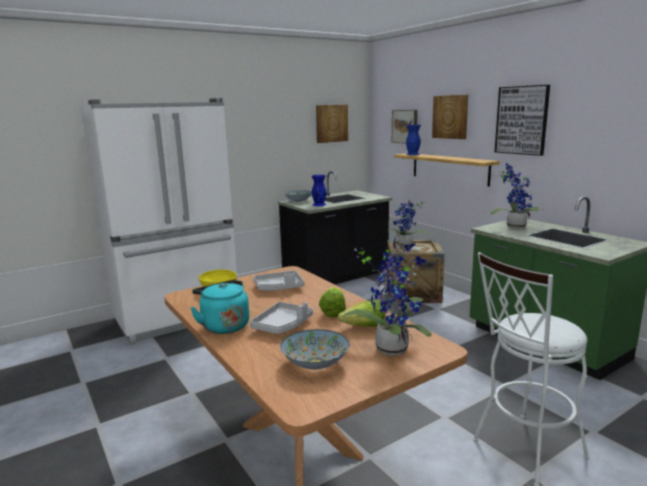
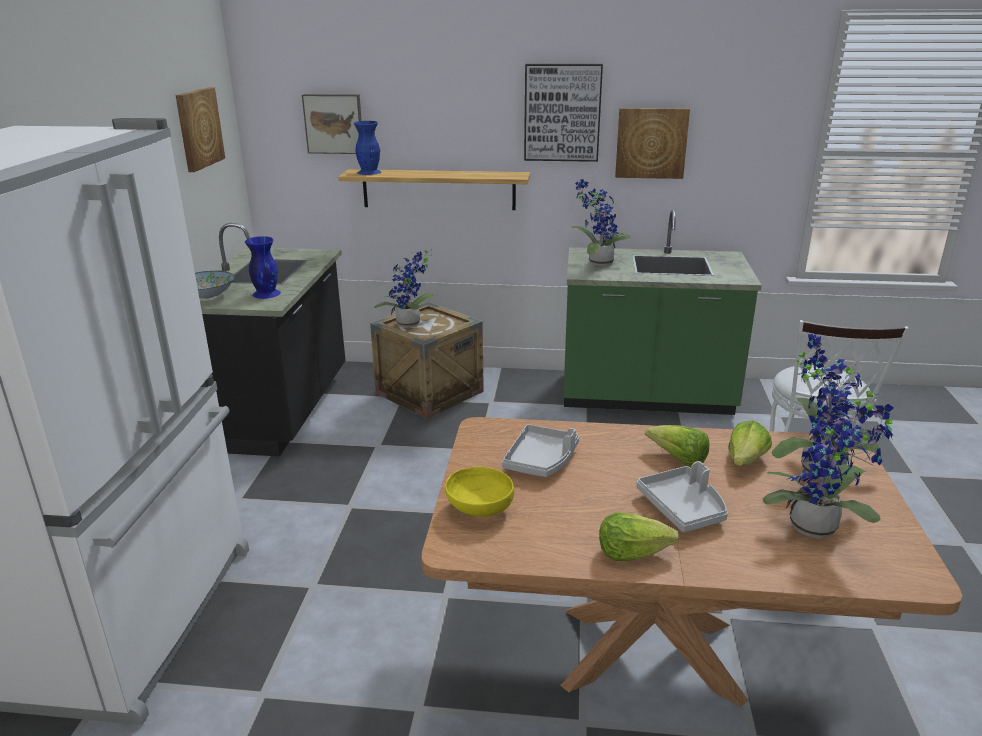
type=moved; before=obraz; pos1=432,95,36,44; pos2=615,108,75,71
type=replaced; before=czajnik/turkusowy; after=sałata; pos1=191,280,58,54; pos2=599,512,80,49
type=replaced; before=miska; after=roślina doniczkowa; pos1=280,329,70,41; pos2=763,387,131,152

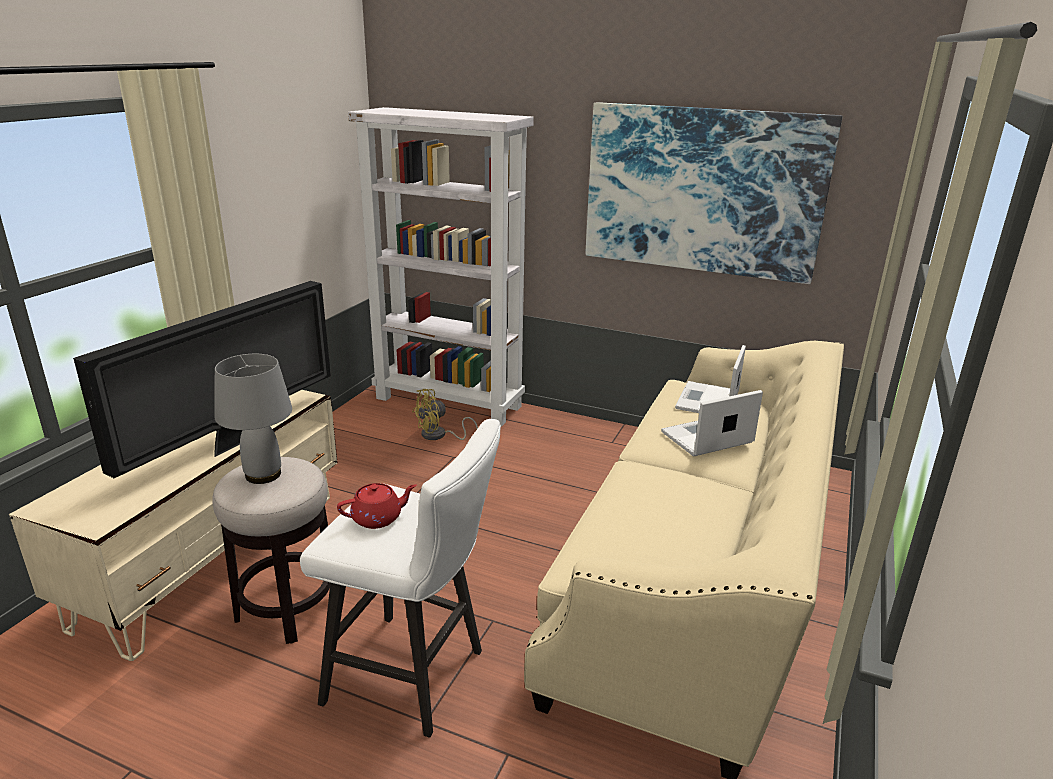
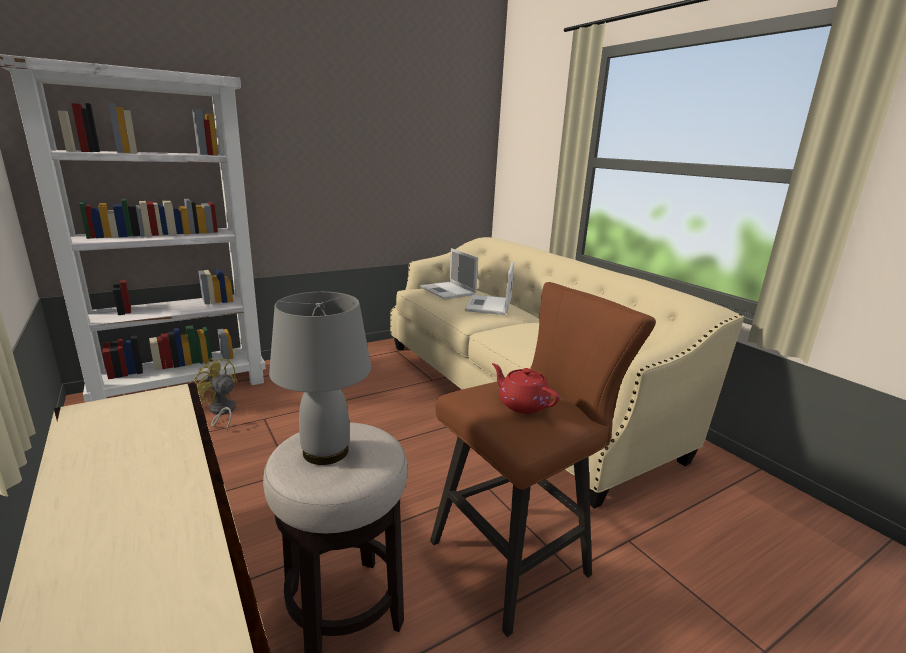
type=removed; before=obraz; pos1=585,102,257,182
type=removed; before=telewizor; pos1=73,281,258,197
type=turned; before=wentylator/żółty; pos1=412,389,66,51; pos2=194,358,44,73; turn=120
type=recoloured; before=stołek/biały; after=stołek/brązowy; pos1=300,419,201,319; pos2=430,282,226,355
type=turned; before=imbryk/czerwony; pos1=337,483,80,46; pos2=492,363,67,51; turn=-60

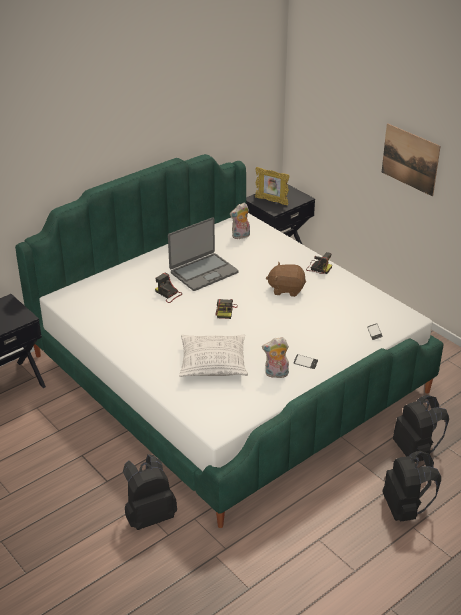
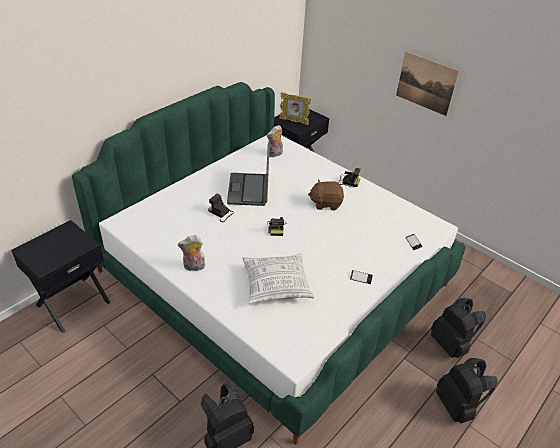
type=turned; before=laptop; pos1=168,217,70,74; pos2=227,144,43,62; turn=135
type=moved; before=pluszak; pos1=262,337,27,41; pos2=178,235,28,36

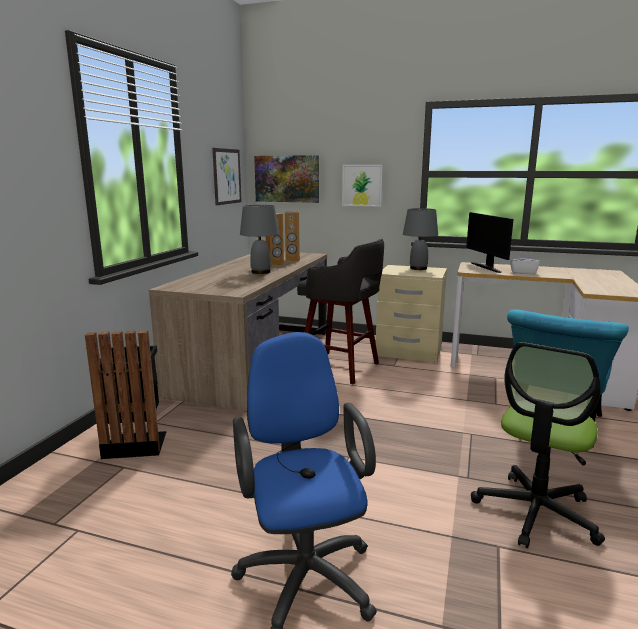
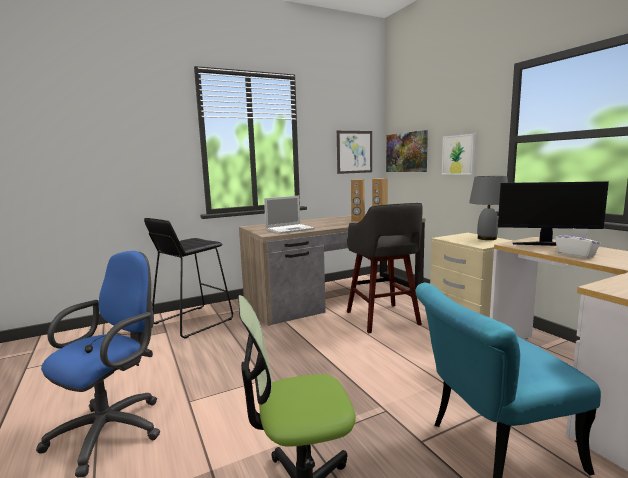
type=removed; before=lampa stołowa/szary; pos1=240,205,39,69
type=turned; before=monitor; pos1=466,212,47,61; pos2=498,181,111,65; turn=-105
type=replaced; before=kosz na śmieci/czarny; after=stołek/czarny; pos1=85,330,82,129; pos2=144,218,89,121
type=added; after=laptop; pos2=264,196,51,38

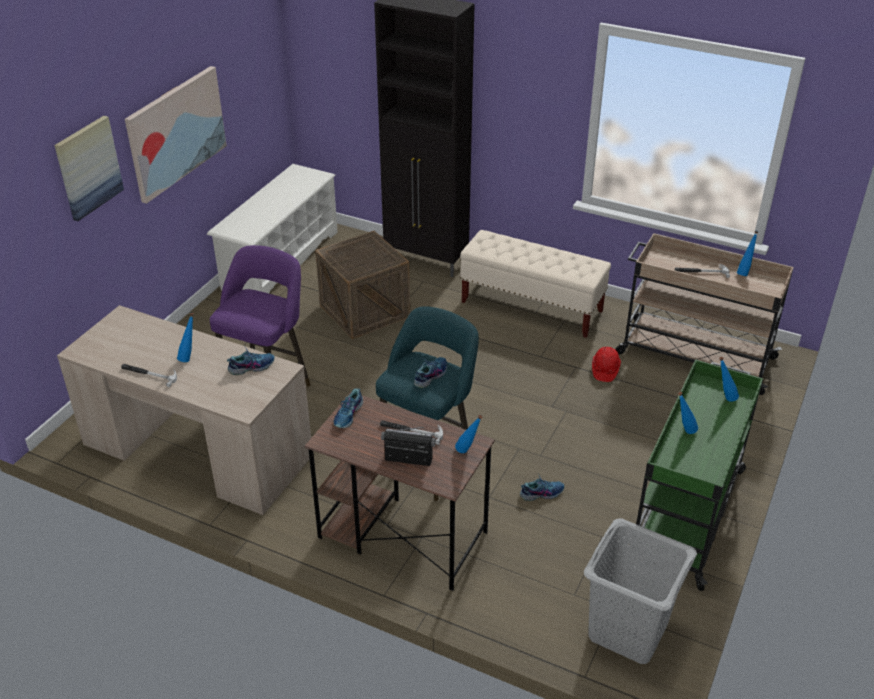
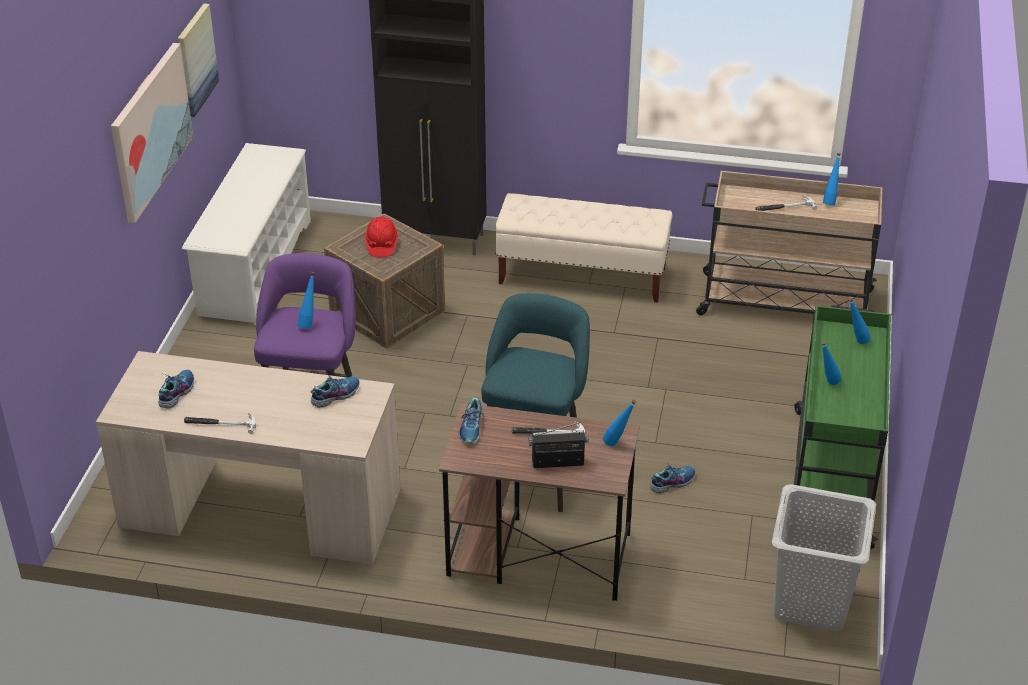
type=moved; before=obraz; pos1=54,116,70,105; pos2=178,4,41,113
type=moved; before=butelka/niebieski; pos1=177,313,17,49; pos2=298,272,17,57
type=moved; before=kask/czerwony; pos1=592,347,29,35; pos2=365,217,33,40
type=moved; before=but; pos1=414,357,33,32; pos2=159,370,35,39

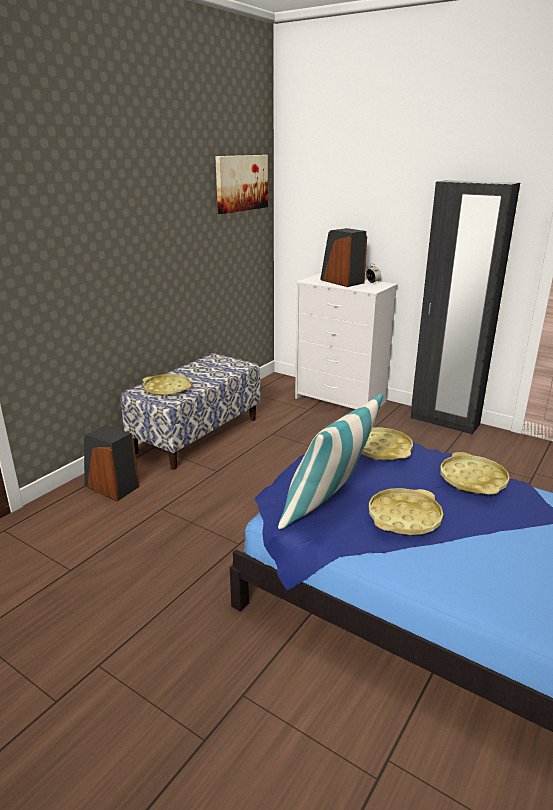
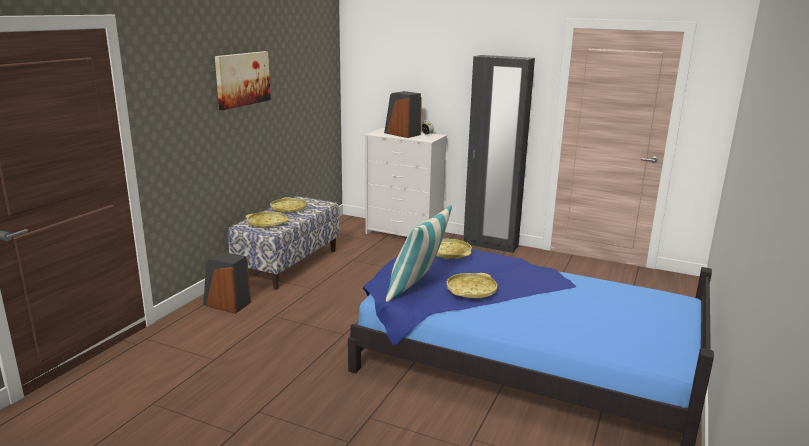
type=moved; before=obraz; pos1=215,155,53,59; pos2=215,51,56,59
type=moved; before=taca/żółty; pos1=440,452,70,42; pos2=270,197,37,16

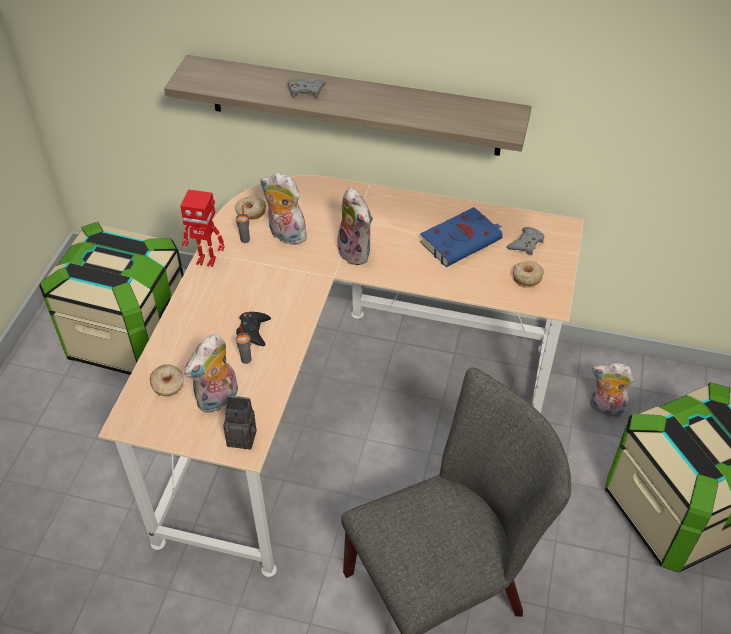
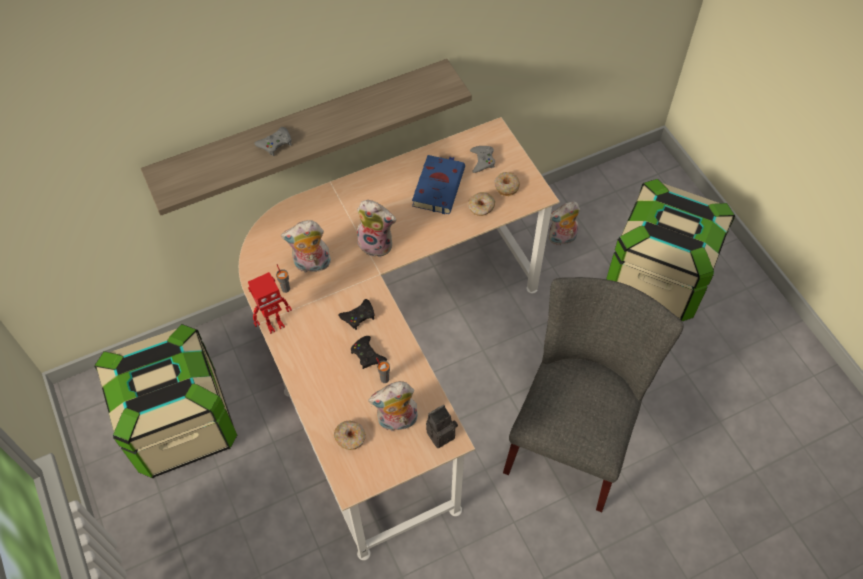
type=moved; before=donut; pos1=235,196,31,24; pos2=468,192,27,24
type=turned; before=pluszak; pos1=185,334,53,79; pos2=368,381,50,51; turn=75
type=added; after=pad do gier/czarny; pos2=338,299,37,31

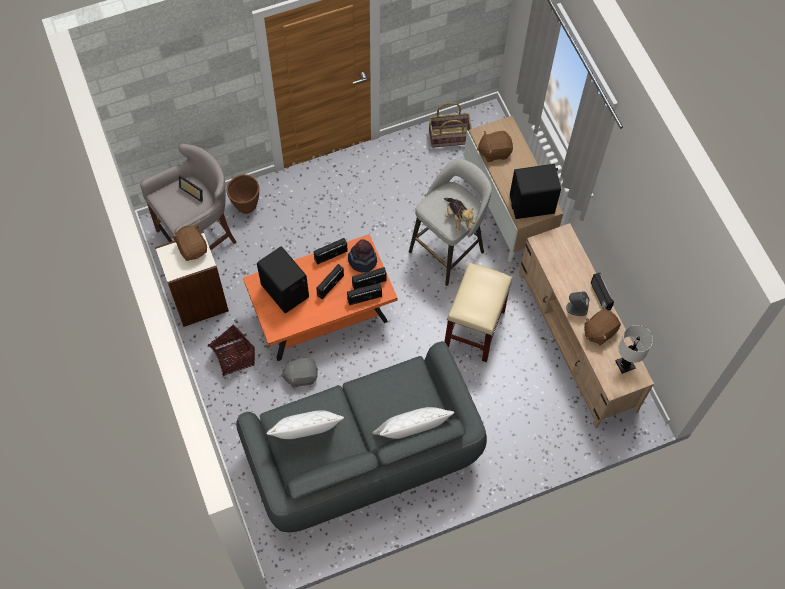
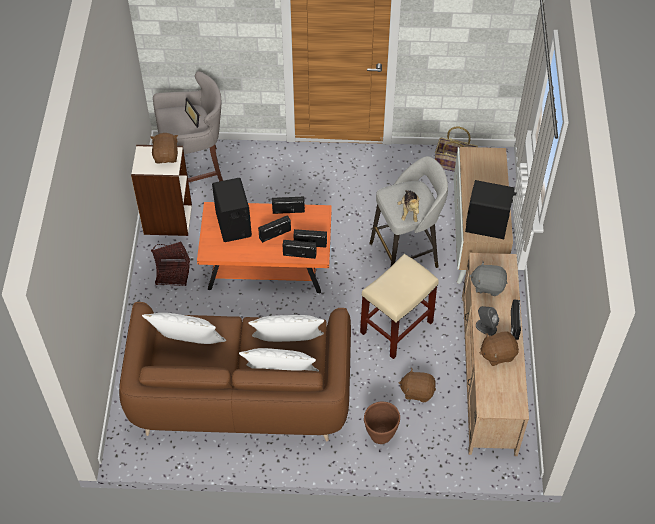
type=moved; before=pluszak/brązowy; pos1=477,131,36,31; pos2=399,368,37,34
type=moved; before=donica/brązowy; pos1=227,174,32,40; pos2=364,402,36,42
type=removed; before=kapelusz; pos1=348,239,29,34
type=removed; before=lampa stołowa/biały; pos1=615,325,38,49
type=recoloured; before=kanapa/szary; after=kanapa/brązowy; pos1=236,341,251,193; pos2=119,302,232,139
type=moved; before=pluszak/szary; pos1=281,358,37,30; pos2=469,261,38,35
type=added; after=poduszka/biały; pos2=248,315,76,27

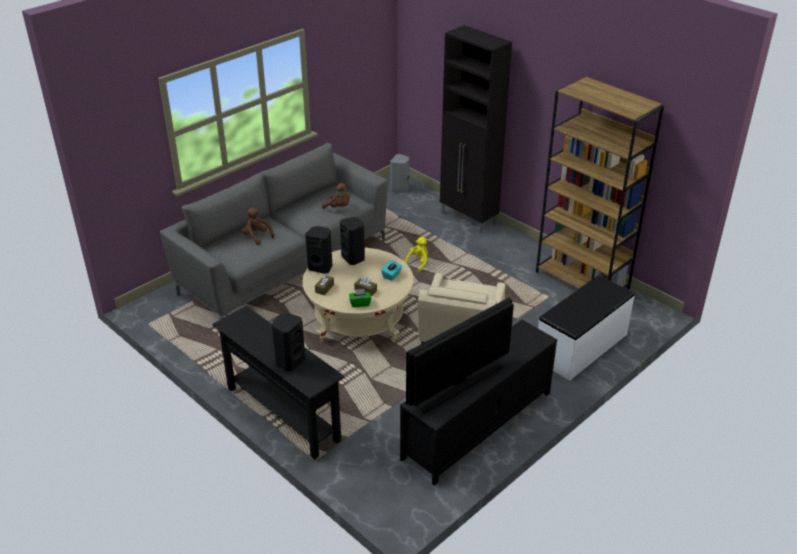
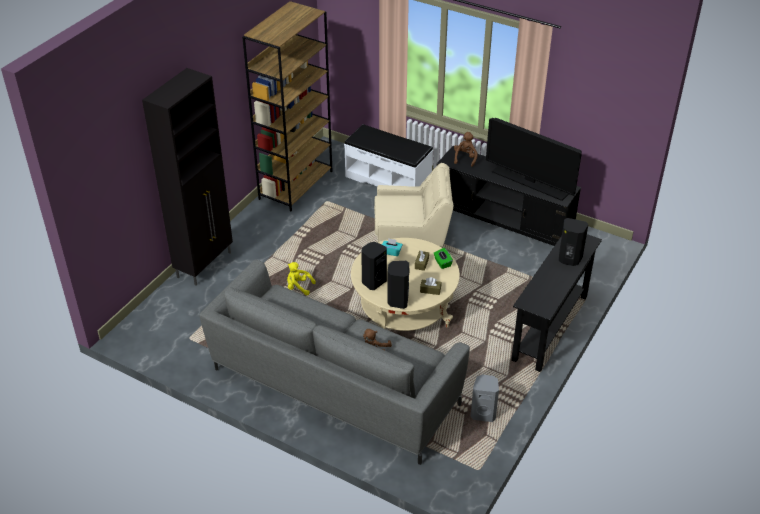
type=moved; before=głośnik/szary; pos1=390,154,19,39; pos2=471,375,28,47
type=moved; before=pluszak/brązowy; pos1=322,183,28,26; pos2=454,132,24,35

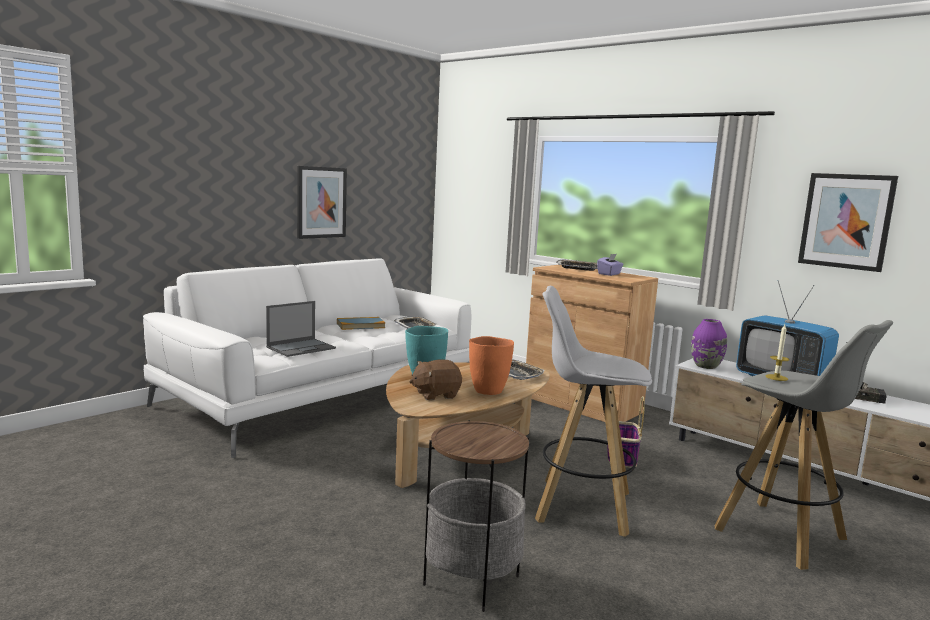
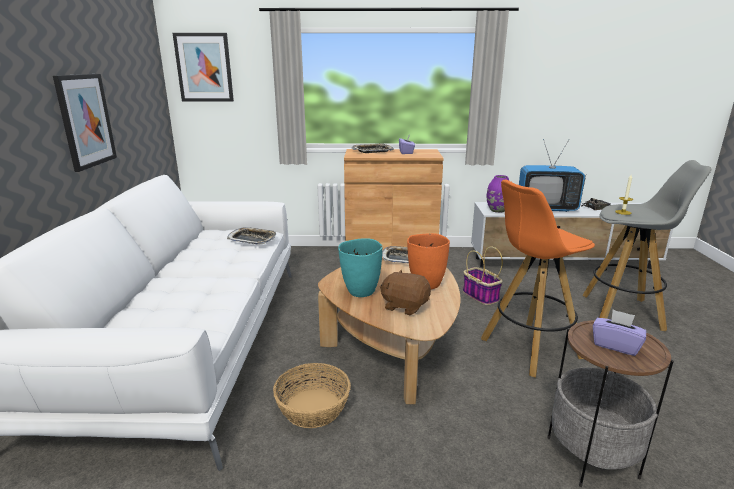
type=moved; before=obraz; pos1=798,173,100,99; pos2=173,33,61,69
type=recoloured; before=stołek/biały; after=stołek/pomarańczowy; pos1=535,286,117,251; pos2=481,180,114,198
type=removed; before=laptop; pos1=266,301,70,56
type=removed; before=książka; pos1=337,317,48,13
type=turned; before=pluszak/brązowy; pos1=409,359,53,41; pos2=380,270,51,45; turn=90
type=added; after=pudełko chusteczek/fioletowy; pos2=593,310,53,46
type=added; after=koszyk; pos2=273,363,78,65

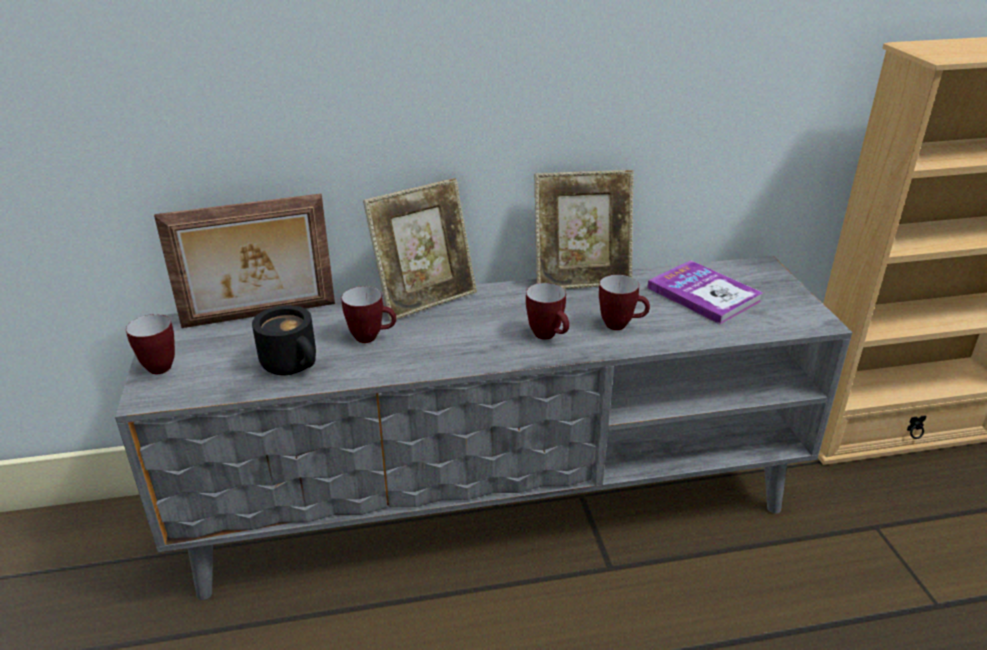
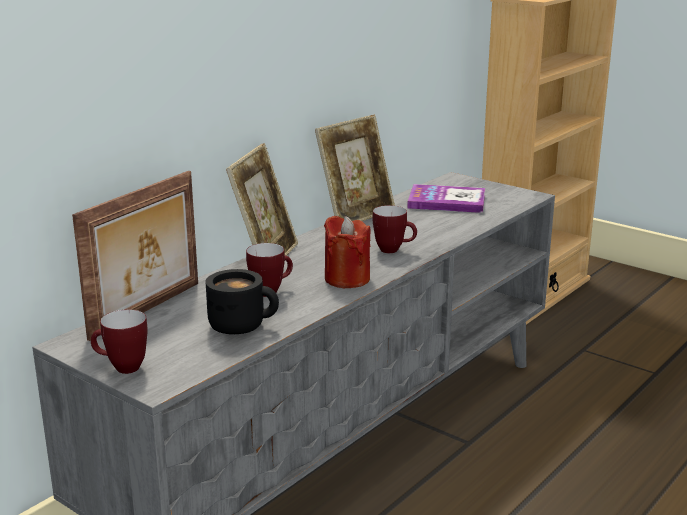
type=removed; before=kubek; pos1=599,275,51,55
type=added; after=świeca/czerwony; pos2=324,216,46,72

